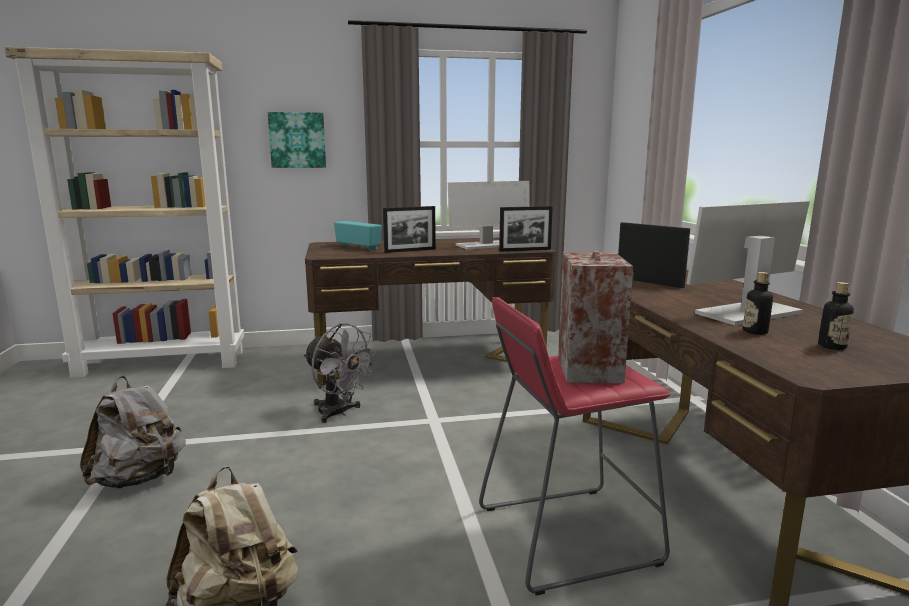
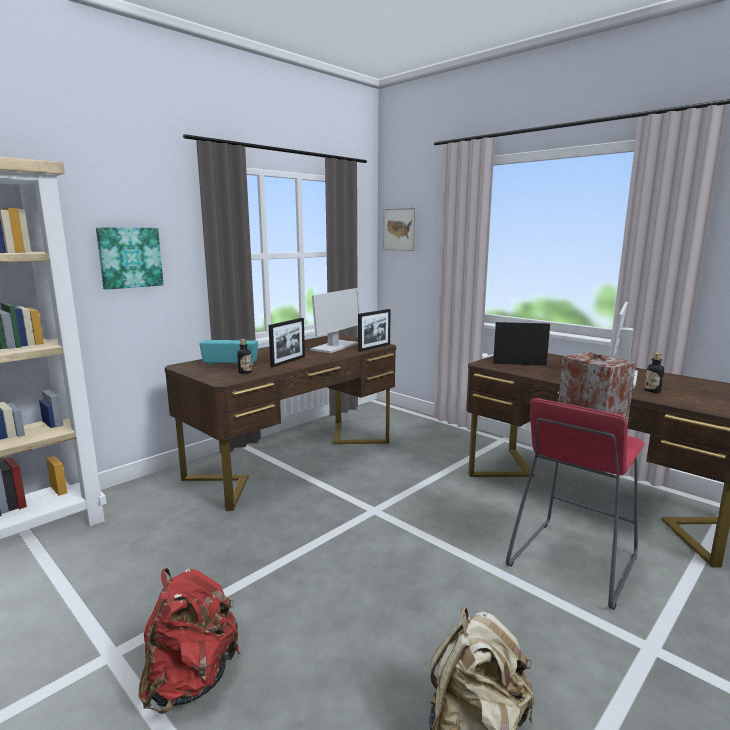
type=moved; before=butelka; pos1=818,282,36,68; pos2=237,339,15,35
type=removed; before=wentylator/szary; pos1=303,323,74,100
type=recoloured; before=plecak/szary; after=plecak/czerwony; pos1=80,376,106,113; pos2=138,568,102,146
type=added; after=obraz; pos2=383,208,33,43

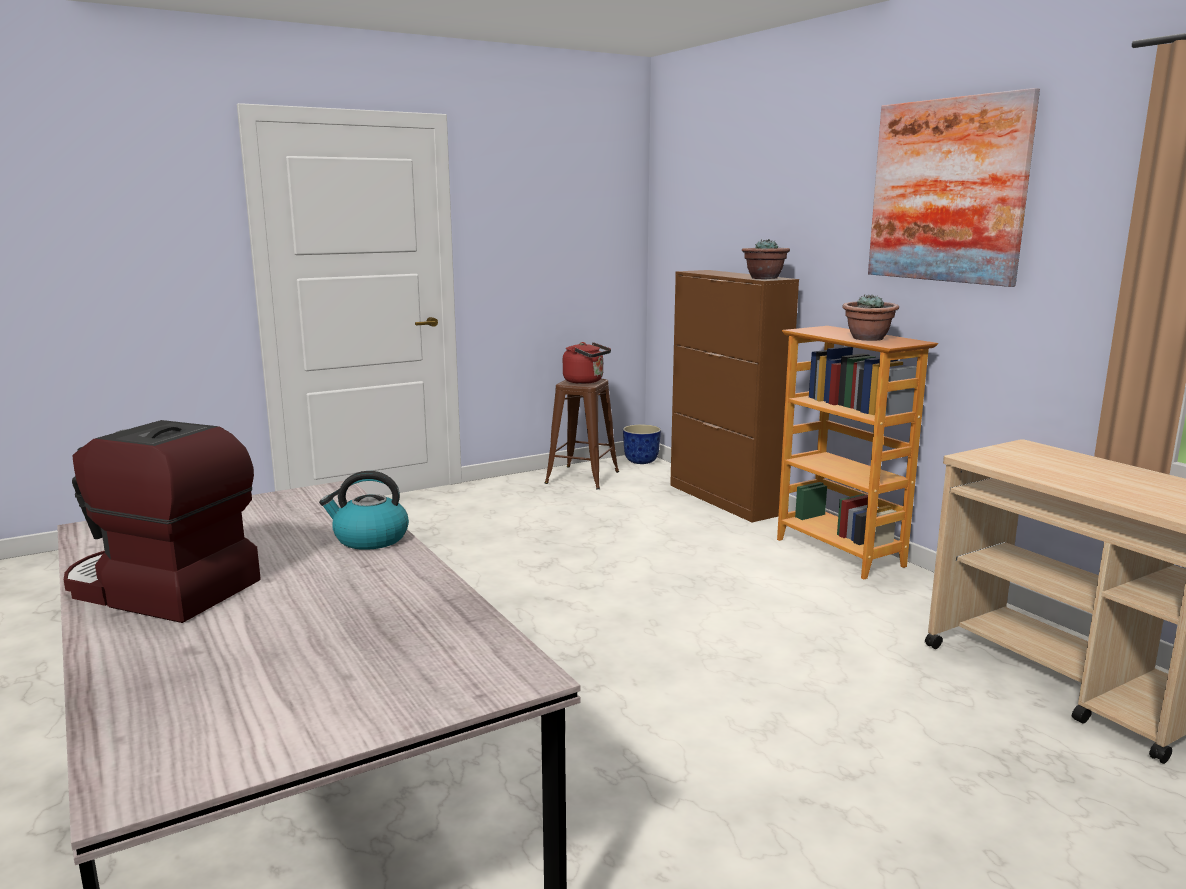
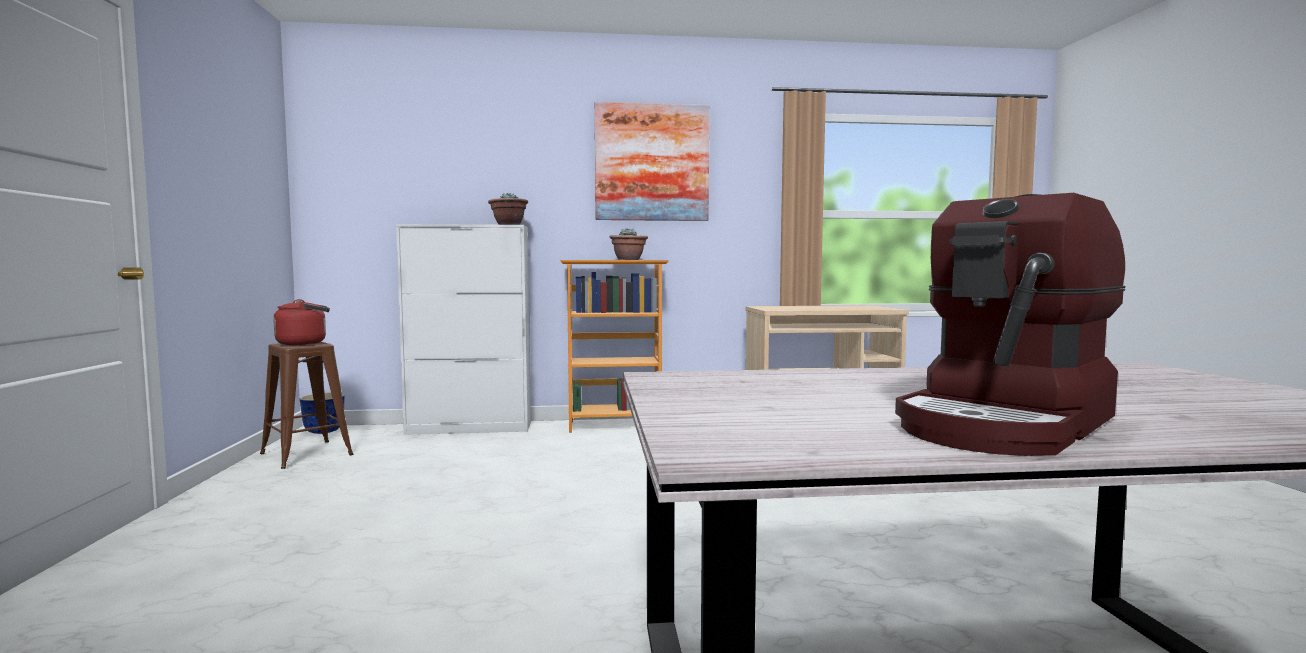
type=recoloured; before=szafka/brązowy; after=szafka/biały; pos1=670,270,129,252; pos2=396,224,135,211
type=removed; before=czajnik; pos1=319,471,90,79

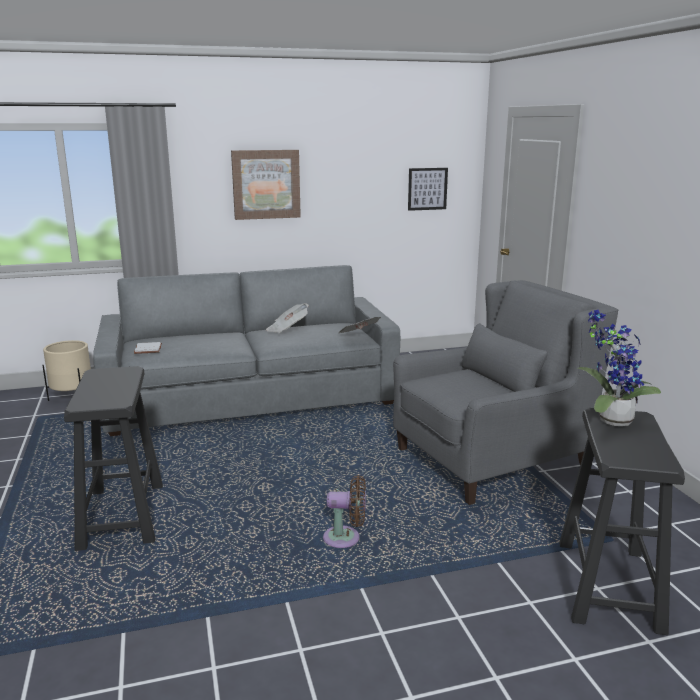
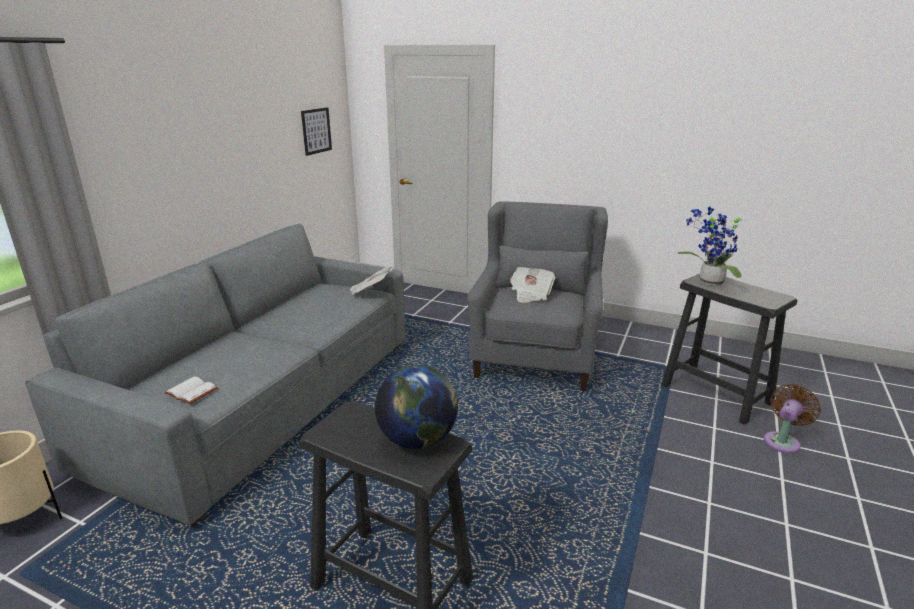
type=removed; before=obraz; pos1=231,150,70,70
type=moved; before=gazeta; pos1=266,303,43,30; pos2=510,267,45,36
type=moved; before=wentylator/brązowy; pos1=323,475,43,73; pos2=764,384,57,70
type=added; after=globus; pos2=375,365,83,84

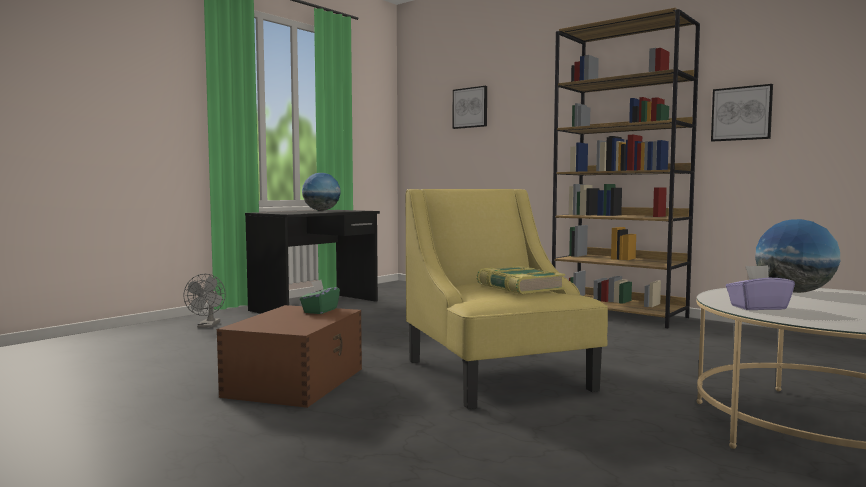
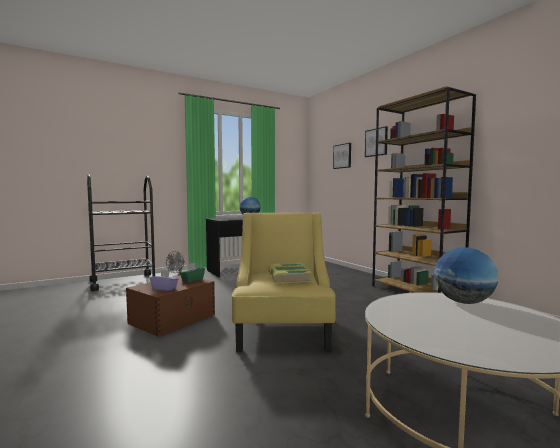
type=moved; before=obraz; pos1=711,84,62,58; pos2=365,126,23,31
type=moved; before=pudełko chusteczek/fioletowy; pos1=726,265,69,45; pos2=150,270,29,21
type=added; after=wózek/czarny; pos2=87,174,68,117

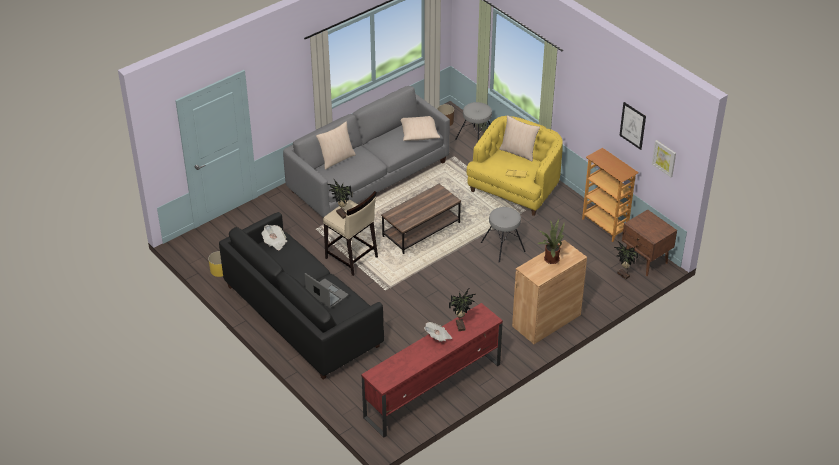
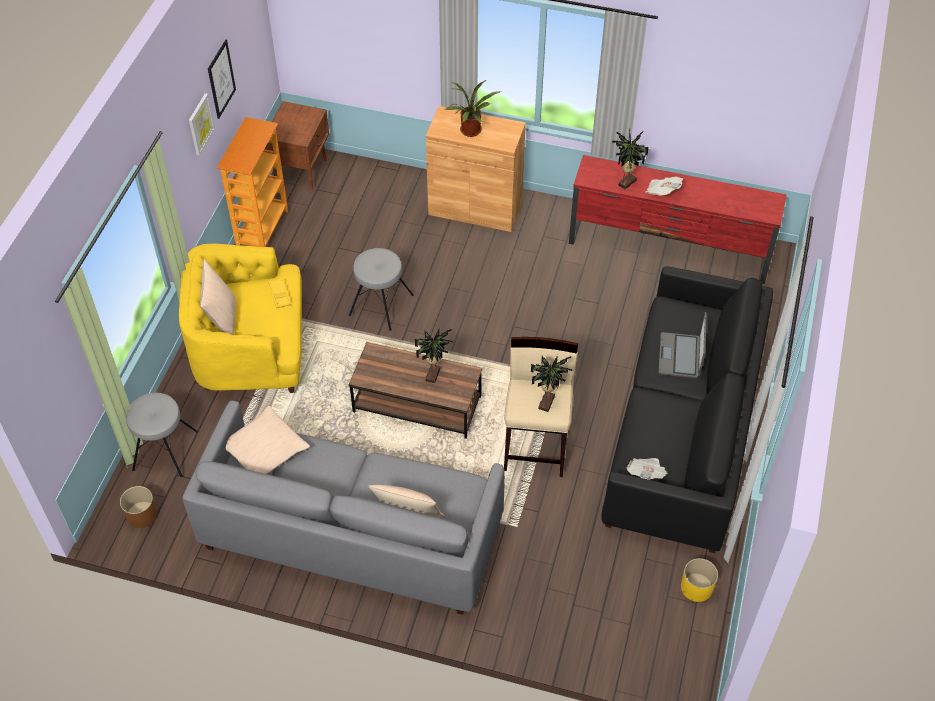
type=moved; before=obraz; pos1=652,140,24,37; pos2=189,93,26,62
type=moved; before=roślina doniczkowa; pos1=614,241,24,39; pos2=415,329,38,54

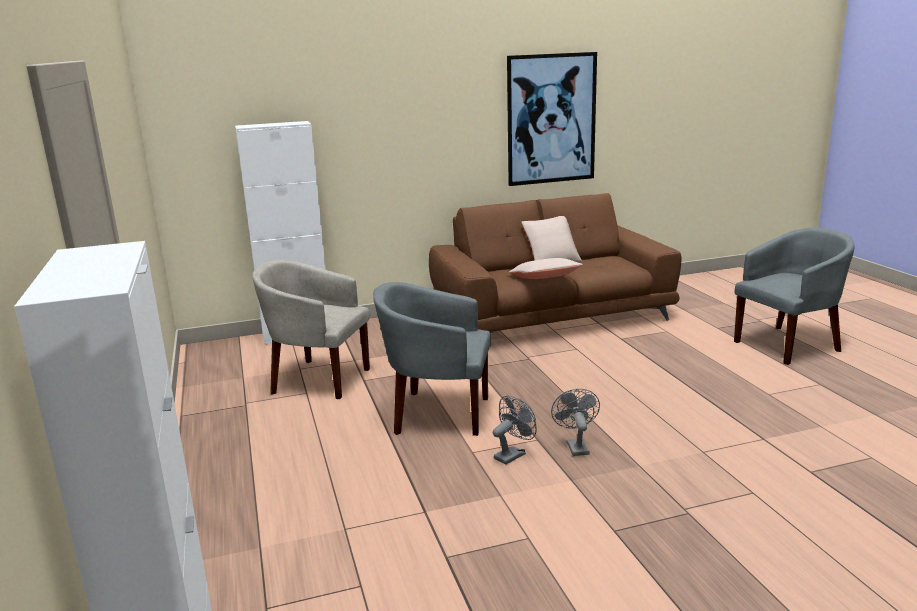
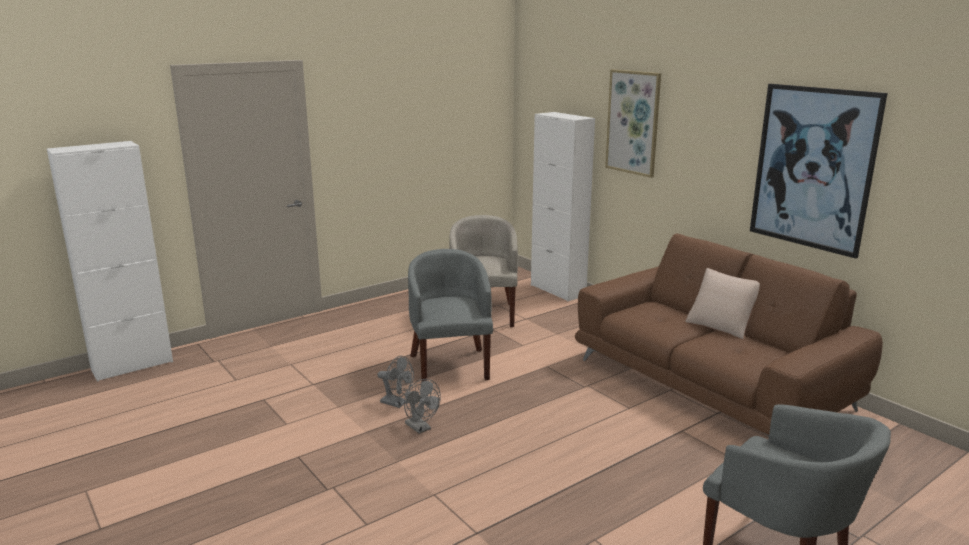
type=removed; before=poduszka/beżowy; pos1=509,258,74,21
type=turned; before=wentylator/szary; pos1=551,389,49,67; pos2=404,379,37,55; turn=75
type=added; after=obraz; pos2=605,69,56,109

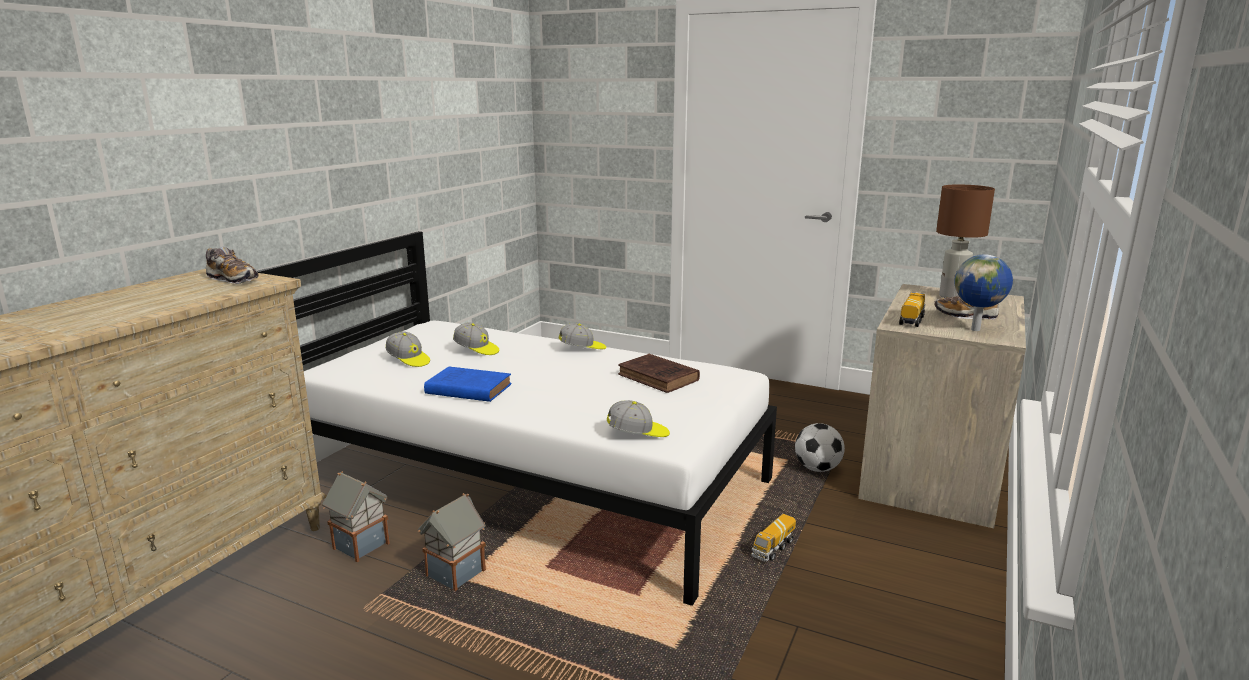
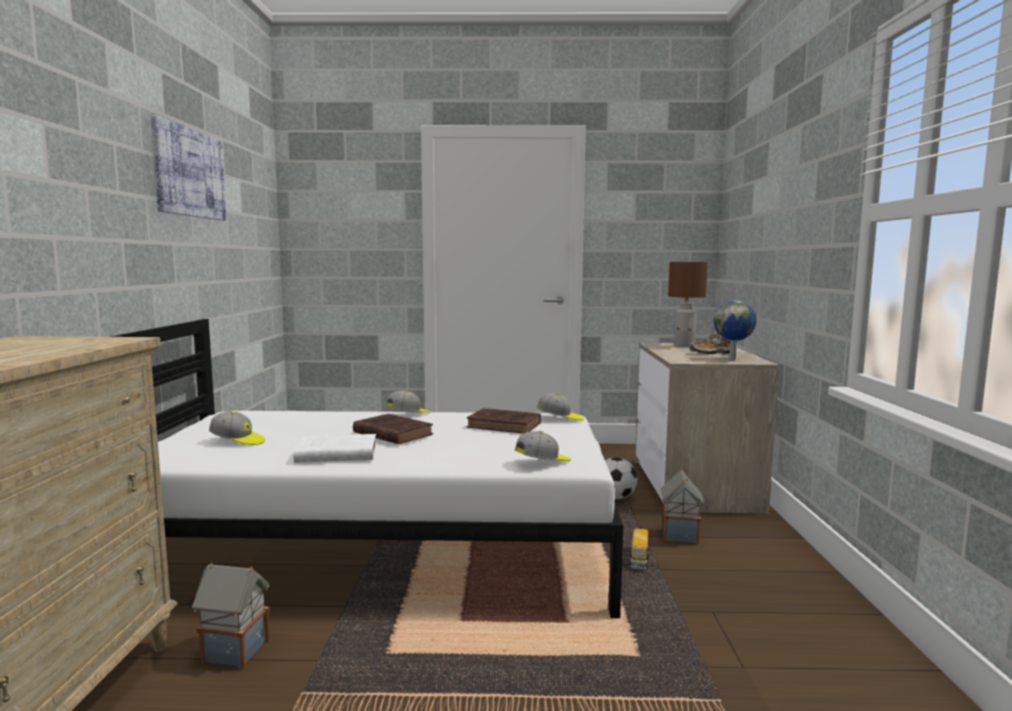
type=removed; before=but; pos1=206,247,52,37
type=removed; before=ciężarówka zabawkowa; pos1=899,292,26,35
type=moved; before=czapka z daszkiem; pos1=453,322,46,33; pos2=537,393,47,28
type=recoloured; before=książka/niebieski; after=książka/biały; pos1=424,367,88,35; pos2=293,434,83,29
type=moved; before=domek; pos1=418,493,68,98; pos2=661,469,44,75
type=added; after=obraz; pos2=150,115,76,105
type=added; after=książka/brązowy; pos2=353,414,80,30

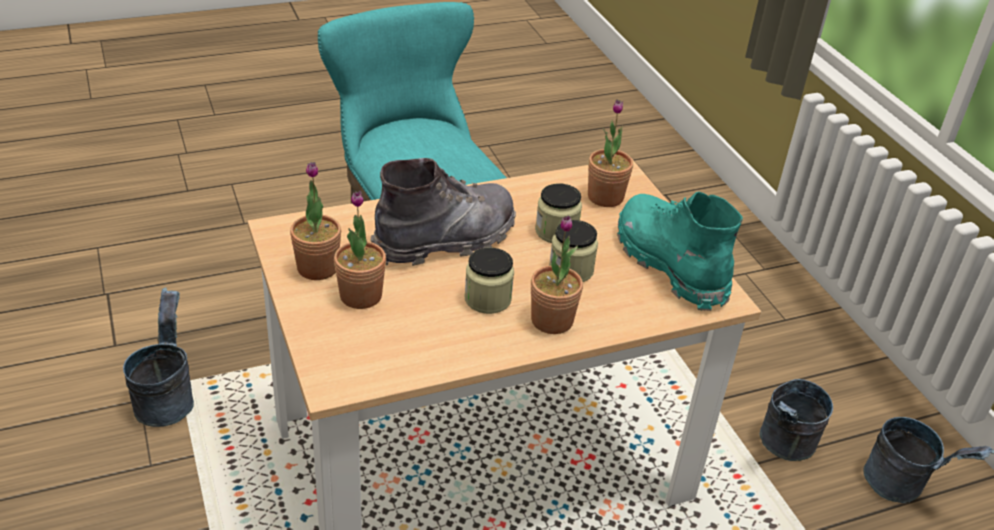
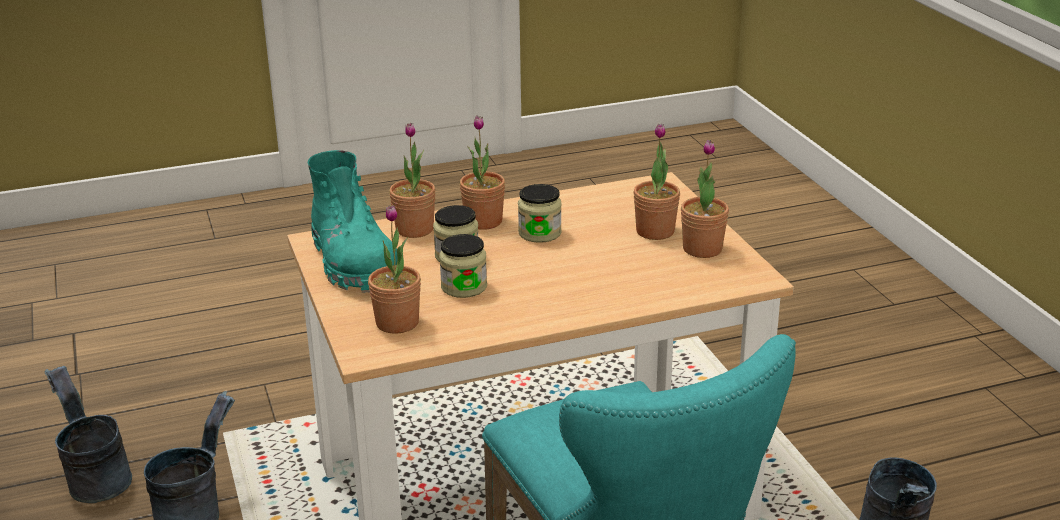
type=removed; before=but z cholewką/szary; pos1=371,158,145,108
type=added; after=roślina doniczkowa; pos2=389,123,47,115

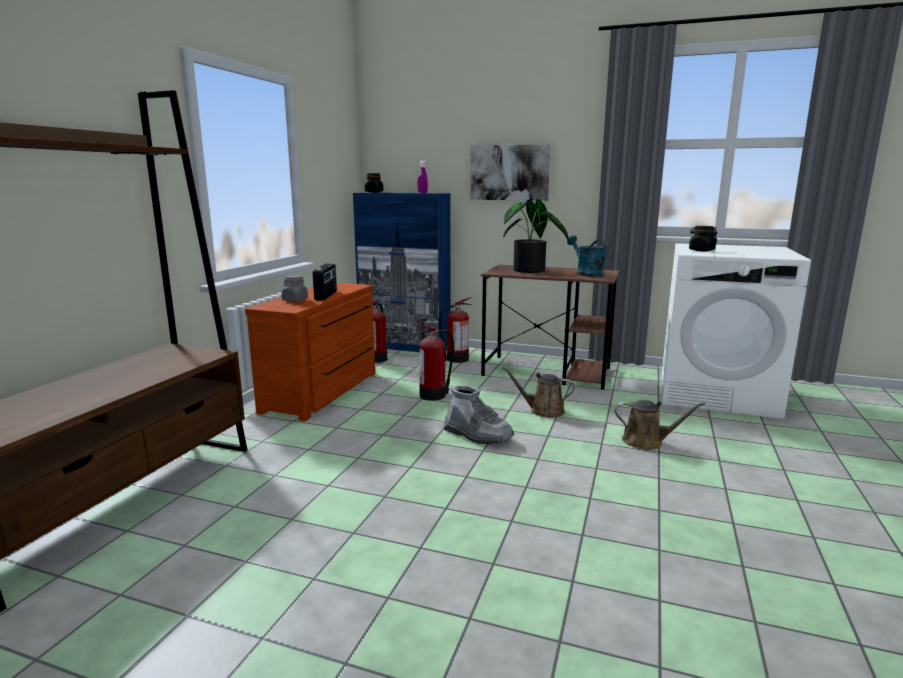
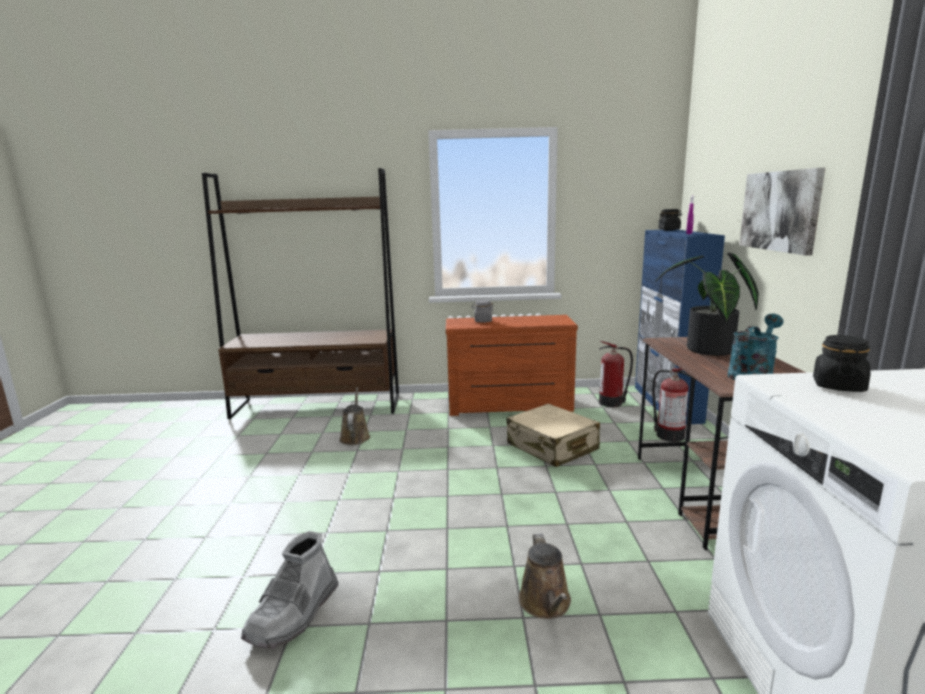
type=removed; before=radio; pos1=313,263,24,37
type=replaced; before=gaśnica; after=walizka/beżowy; pos1=416,324,38,77; pos2=507,404,93,63
type=moved; before=konewka/brązowy; pos1=502,367,73,51; pos2=339,387,31,58
type=moved; before=but z cholewką/szary; pos1=444,385,70,59; pos2=241,531,98,118

